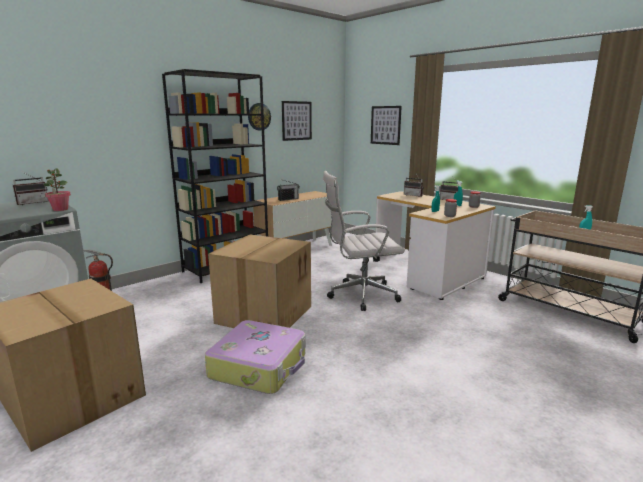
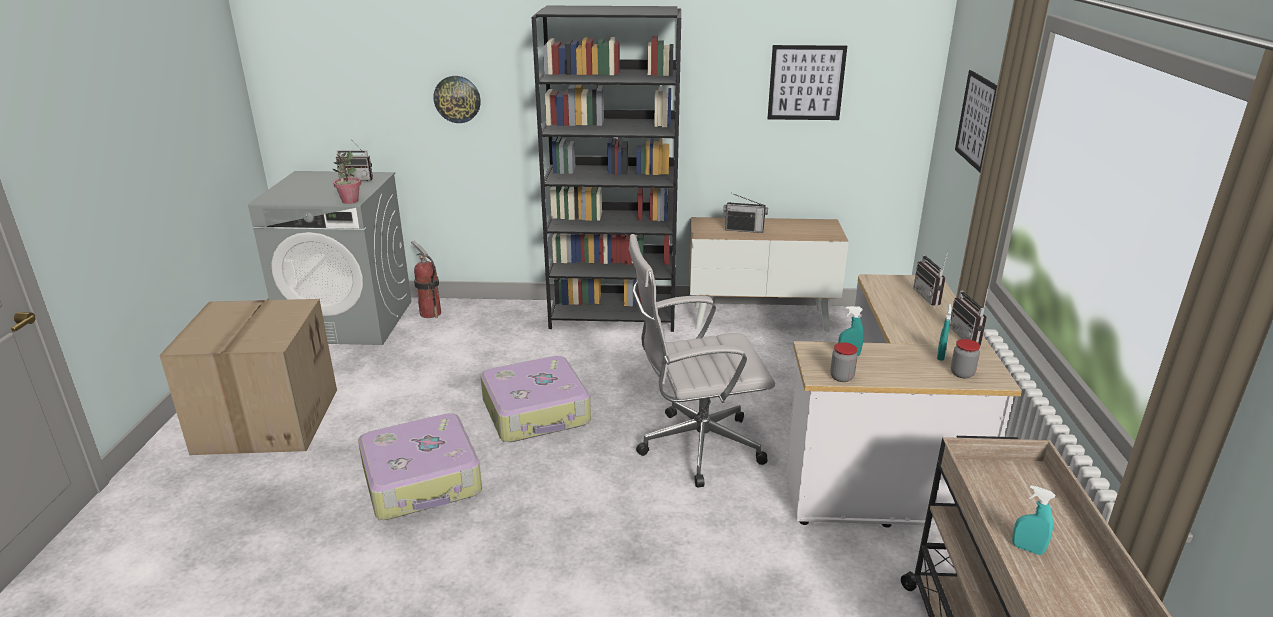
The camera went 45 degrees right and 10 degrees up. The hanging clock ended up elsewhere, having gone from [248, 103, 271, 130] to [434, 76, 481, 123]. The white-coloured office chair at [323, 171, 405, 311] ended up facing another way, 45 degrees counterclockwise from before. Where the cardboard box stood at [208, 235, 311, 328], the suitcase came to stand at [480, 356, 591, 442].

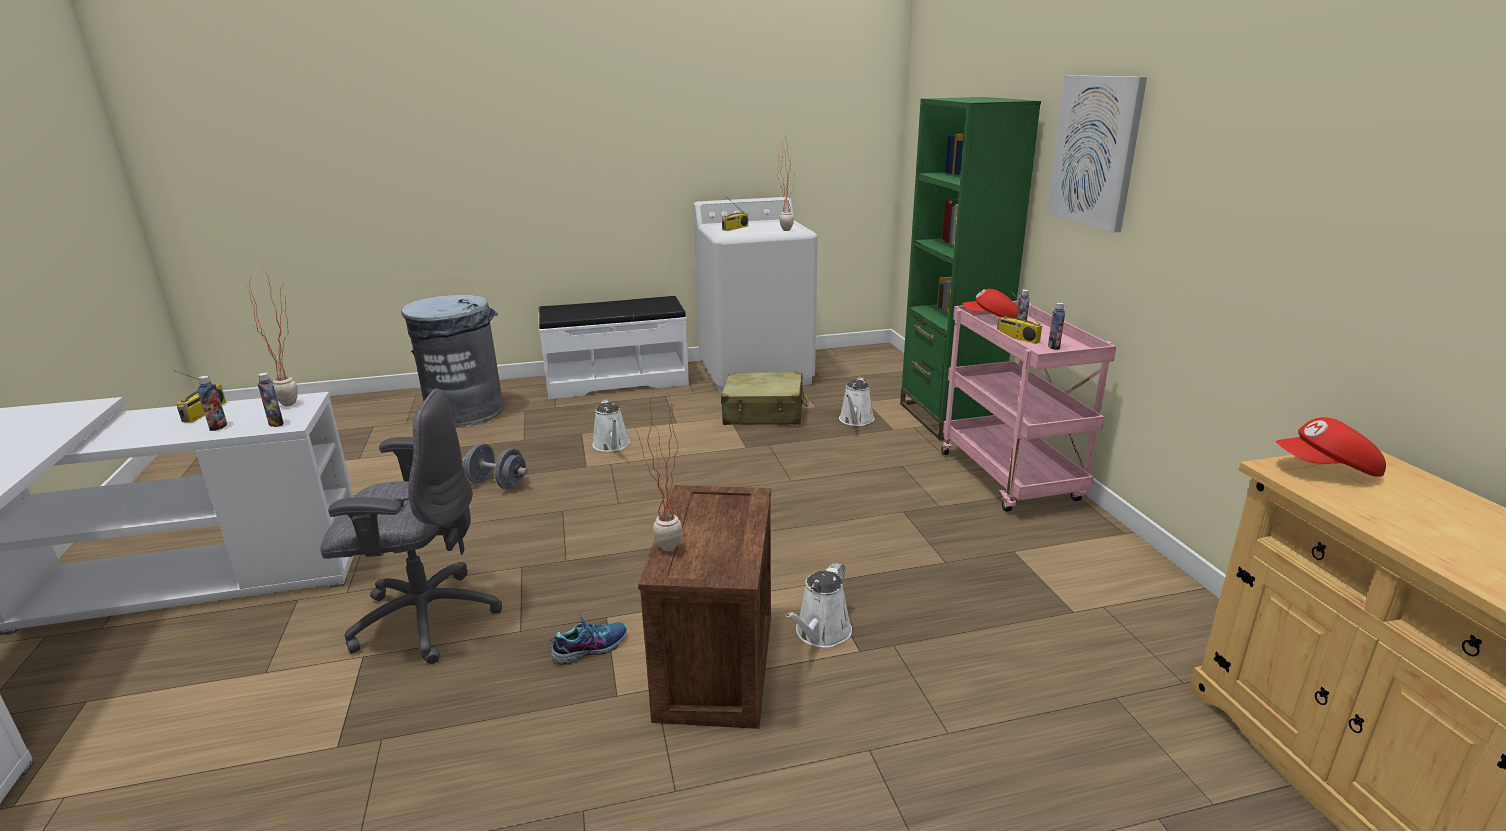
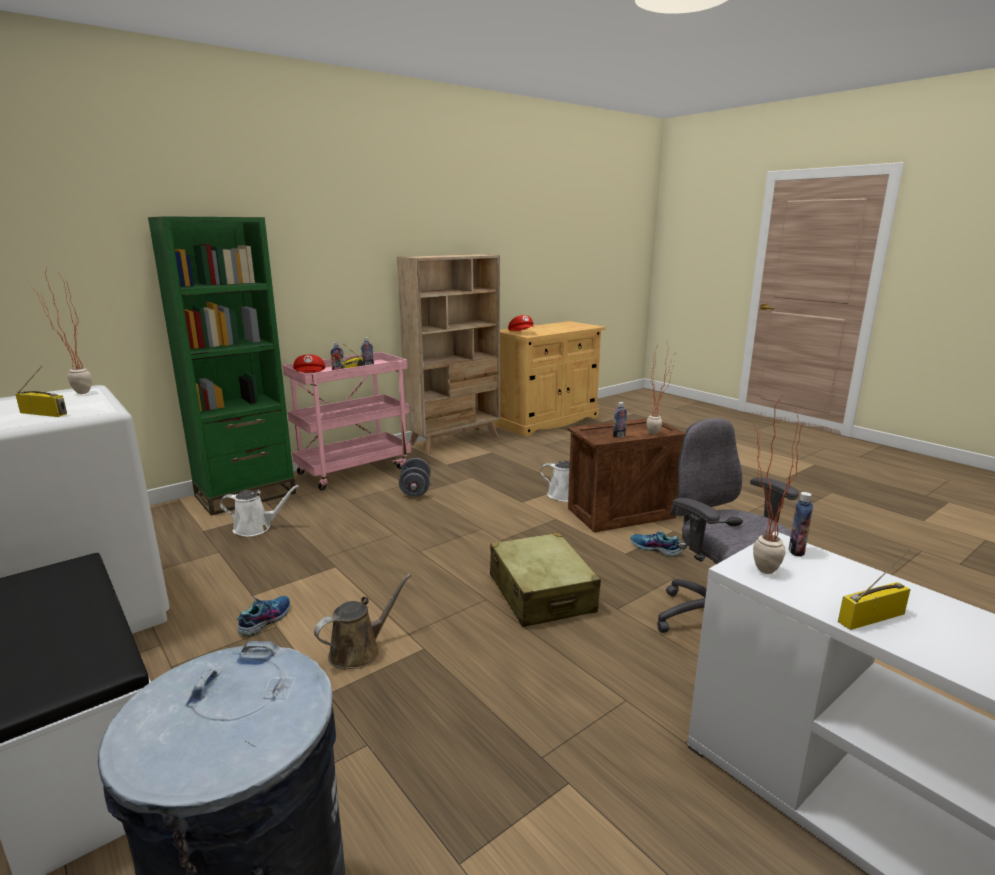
The camera went 115 degrees left and 5 degrees down. The second view lost the wall art at [1046, 75, 1147, 232]. The sand-coloured suitcase ended up elsewhere, having gone from [721, 372, 808, 425] to [490, 532, 601, 627]. The beverage bottle ended up elsewhere, having gone from [198, 376, 227, 431] to [613, 402, 627, 438]. What was the white-coloured watering pot at [592, 399, 630, 452] turned into the brown watering pot at [314, 574, 411, 670]. The greyish free weight ended up elsewhere, having gone from [462, 443, 528, 489] to [399, 458, 431, 497]. The second view gained the sand-coloured bookshelf at [397, 254, 500, 455]. The second view gained the shoe at [237, 596, 290, 637].

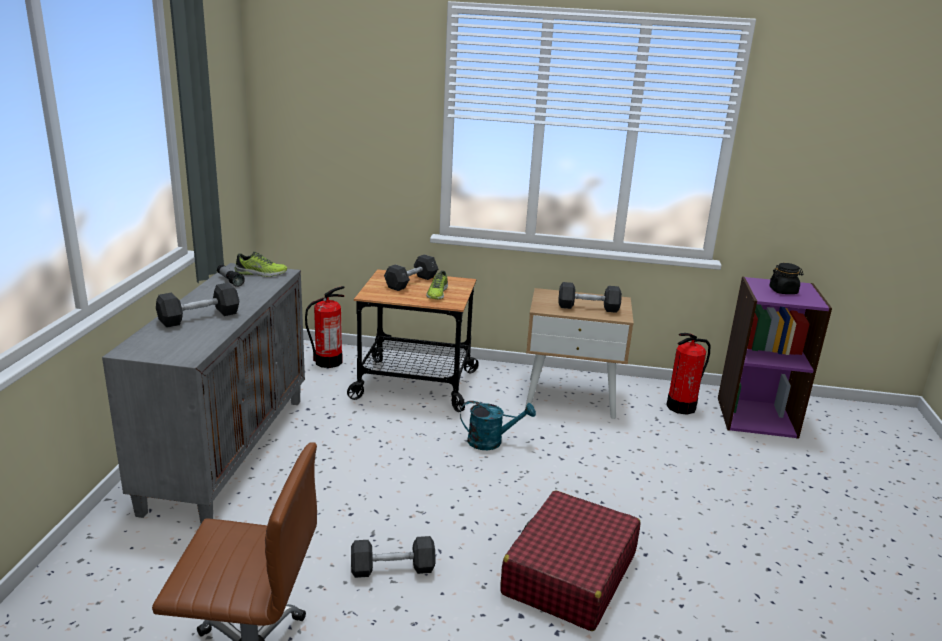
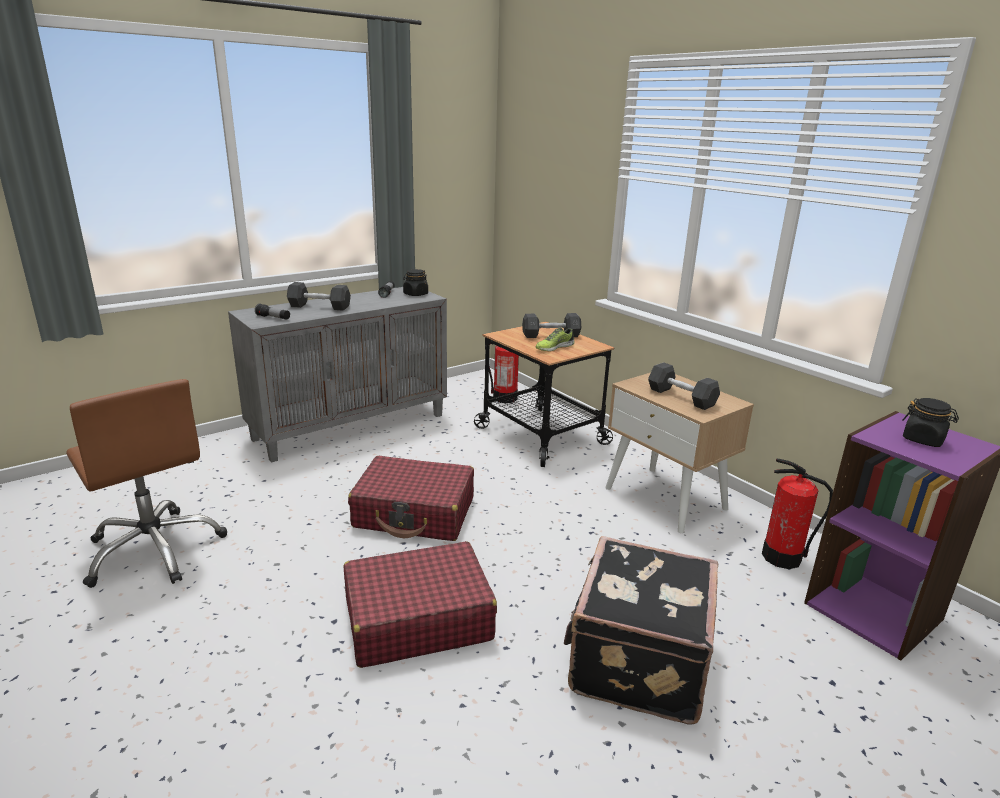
The camera went 45 degrees right and 0 degrees up. Where the shoe stood at [235, 251, 287, 277], the blackish storage jar came to stand at [403, 269, 428, 296]. The second view lost the turquoise-coloured watering pot at [460, 401, 536, 450]. The second view lost the greyish free weight at [351, 536, 436, 578]. The second view gained the hand torch at [255, 304, 290, 320]. The second view gained the reddish suitcase at [348, 456, 474, 541]. The second view gained the blackish suitcase at [564, 536, 718, 725].

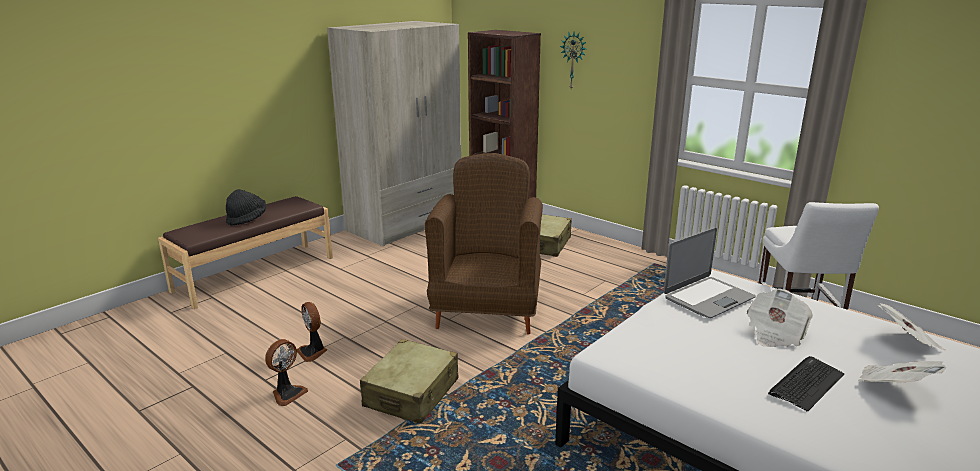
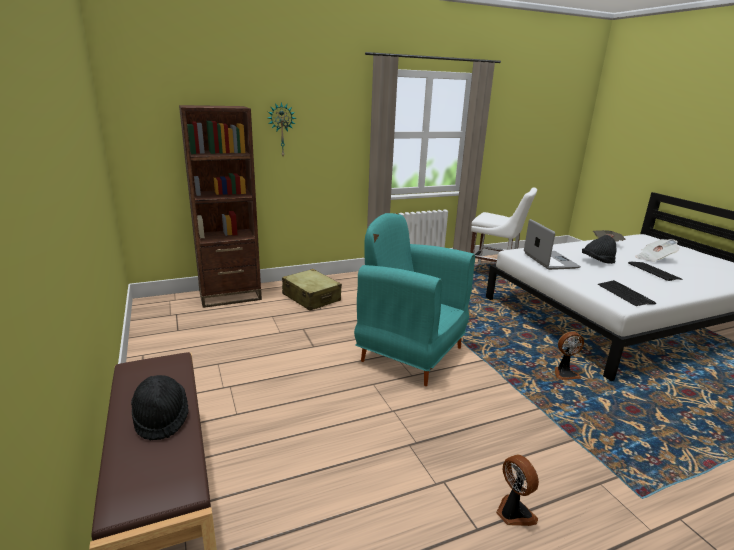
The camera went 65 degrees left and 0 degrees up. The second view lost the sand-coloured clothes cupboard at [327, 21, 461, 246]. What was the brown easy chair at [425, 153, 543, 335] turned into the turquoise-coloured easy chair at [354, 213, 475, 386]. Where the newspaper stood at [747, 289, 813, 347], the blackish hat came to stand at [582, 235, 617, 264]. The electric fan ended up elsewhere, having gone from [297, 302, 327, 362] to [554, 331, 584, 380]. The second view lost the sand-coloured suitcase at [360, 339, 458, 423]. The second view gained the computer keyboard at [597, 280, 656, 306].

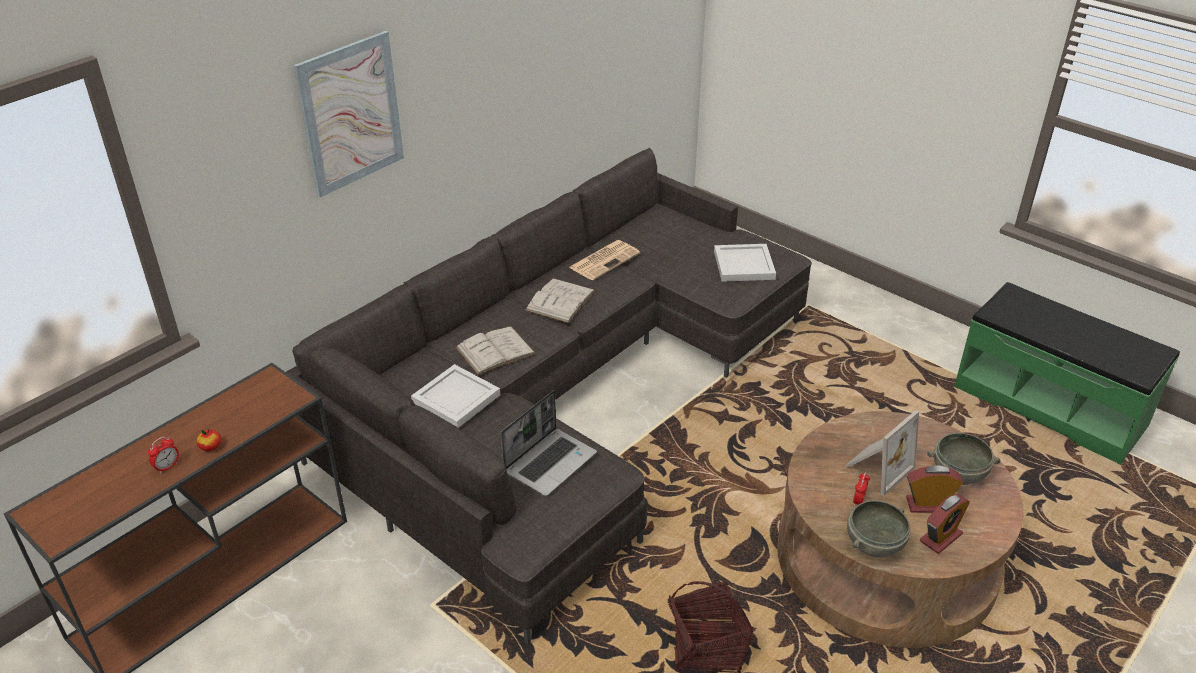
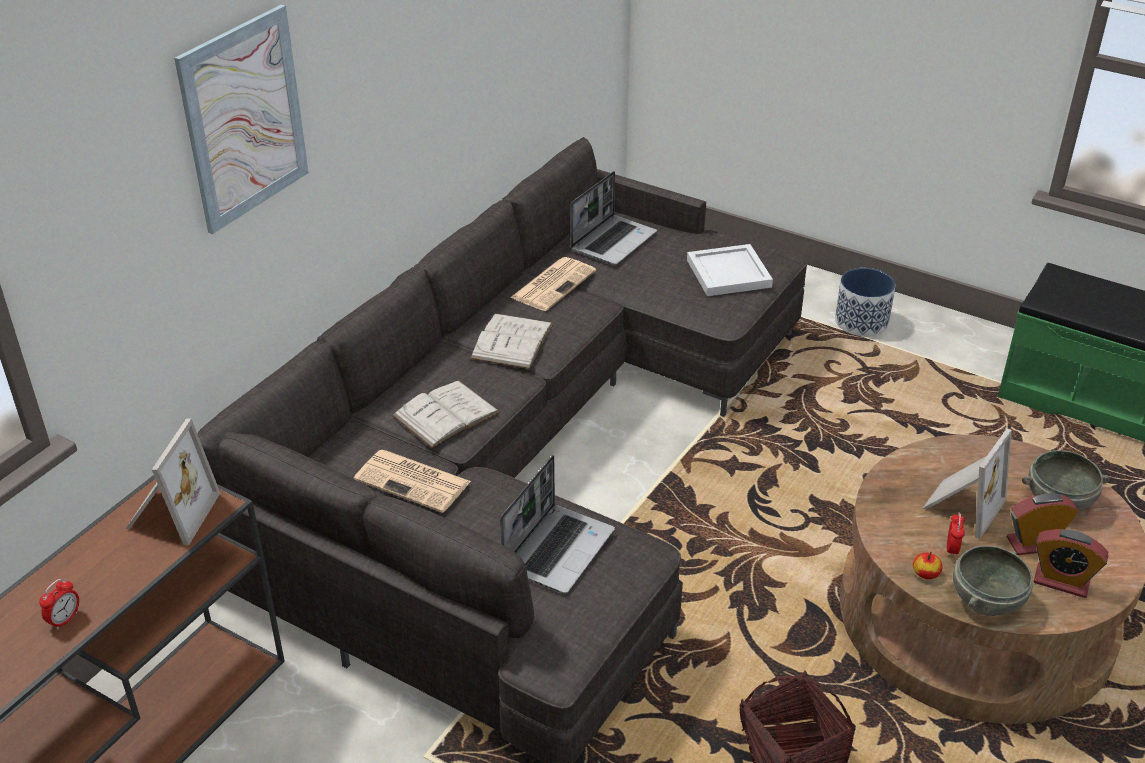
The camera went 10 degrees left and 0 degrees up. Where the white-coloured tray stood at [411, 364, 500, 428], the newspaper came to stand at [354, 450, 471, 513]. The apple fruit ended up elsewhere, having gone from [196, 429, 221, 451] to [913, 552, 942, 579]. The table clock at [920, 494, 970, 554] ended up facing another way, 75 degrees clockwise from before. The second view gained the laptop at [570, 171, 657, 265]. The second view gained the plant pot at [835, 268, 895, 336]. The second view gained the photo frame at [126, 418, 220, 546].

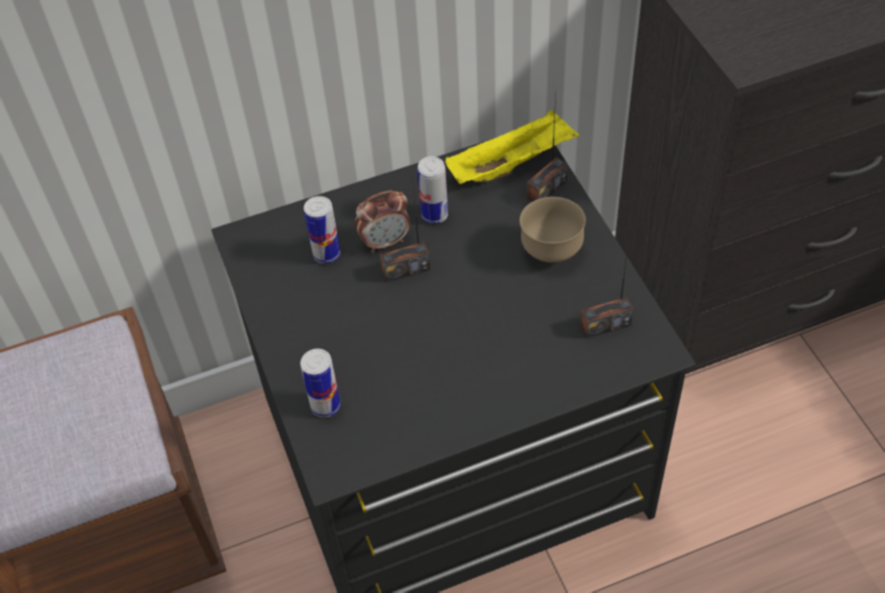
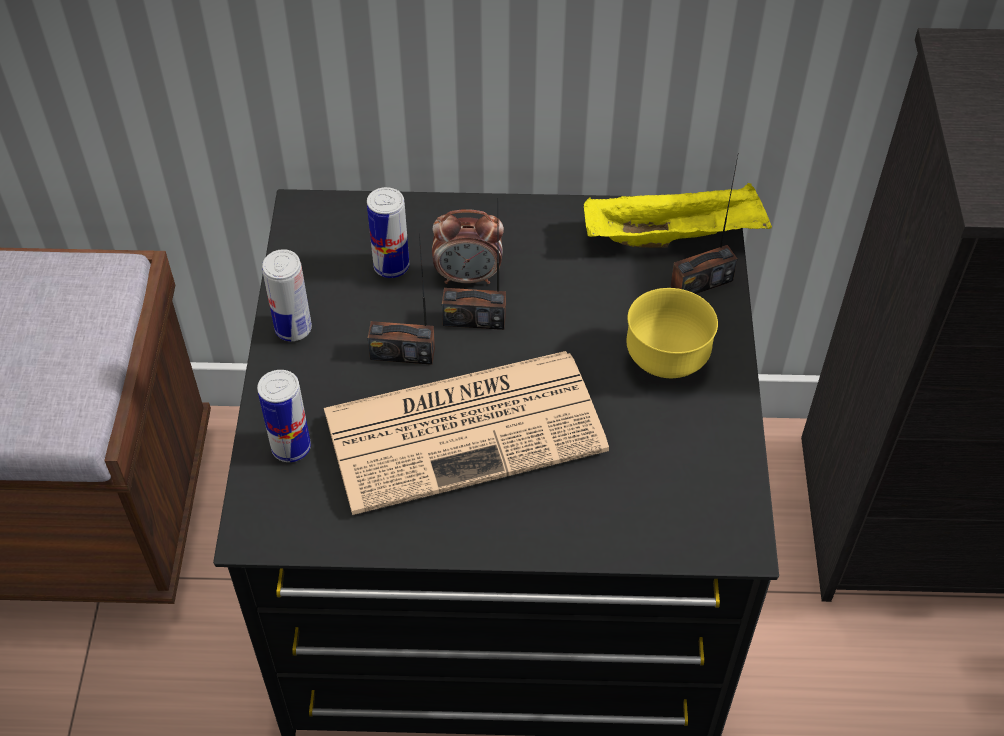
The camera went 20 degrees right and 0 degrees up. The sealed can ended up elsewhere, having gone from [417, 156, 448, 224] to [262, 249, 312, 341]. What was the brown serving bowl at [520, 197, 586, 263] turned into the yellow serving bowl at [626, 288, 718, 378]. The radio ended up elsewhere, having gone from [580, 231, 634, 339] to [368, 233, 435, 365]. The second view gained the newspaper at [324, 351, 609, 515].

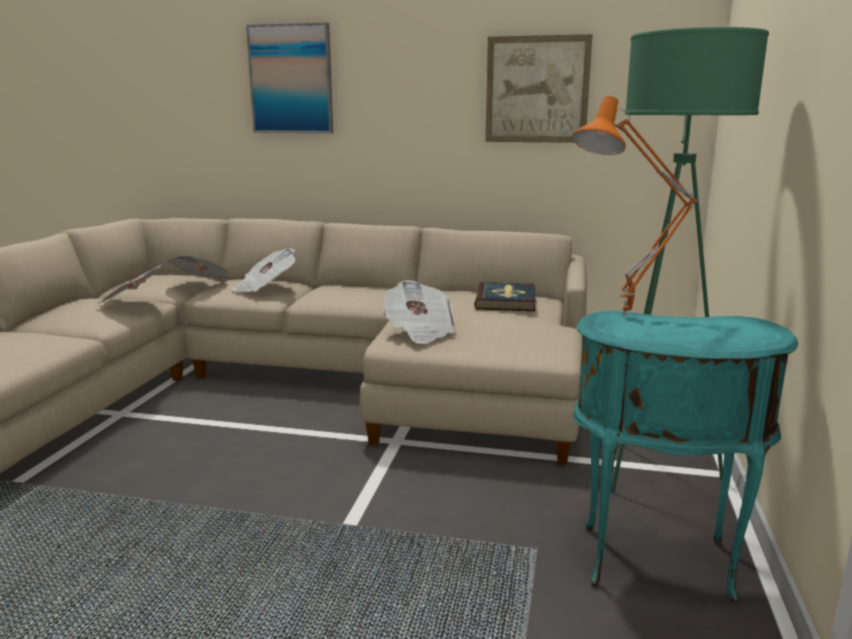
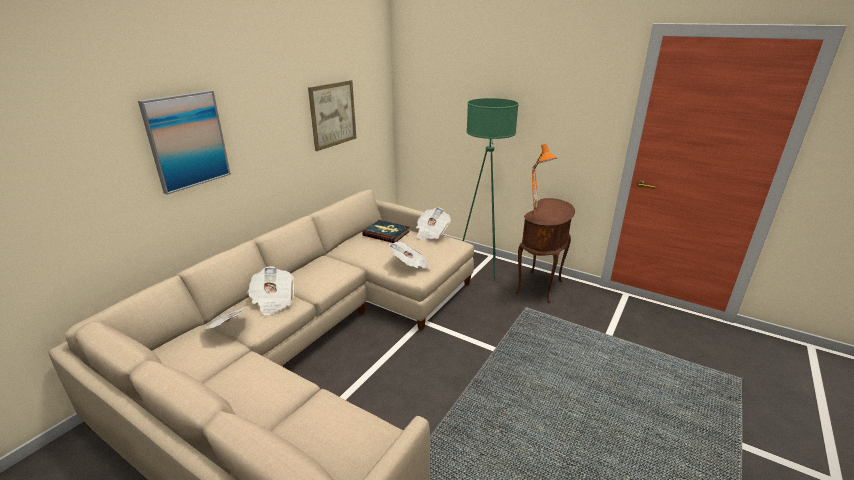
The camera went 70 degrees left and 10 degrees up. The newspaper ended up elsewhere, having gone from [99, 264, 164, 303] to [416, 208, 451, 239]. What was the turquoise-coloured accent table at [573, 311, 798, 602] turned into the brown accent table at [515, 198, 575, 303].

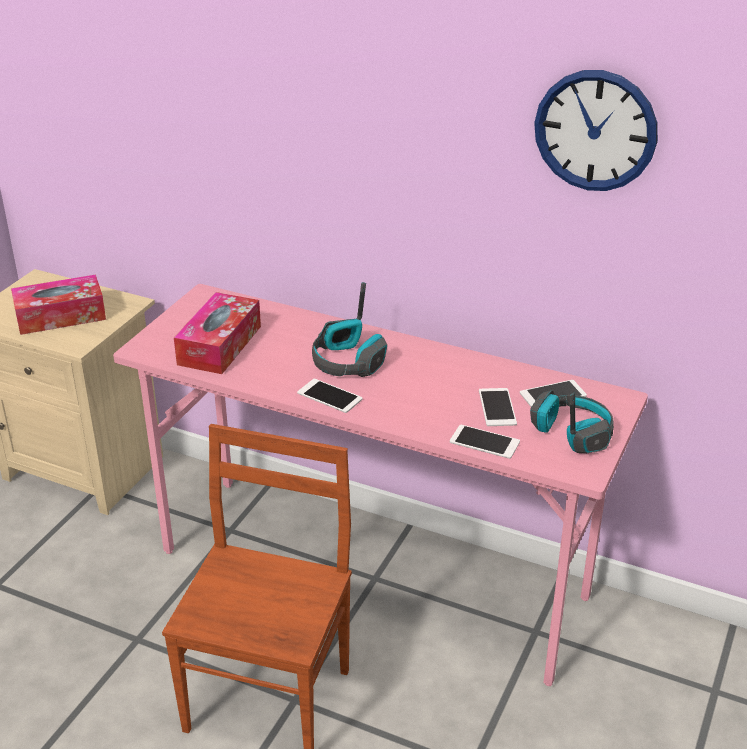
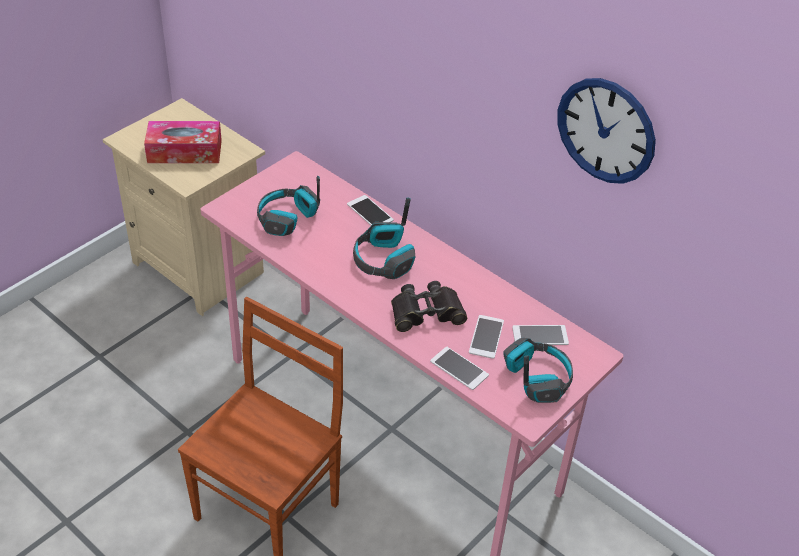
The camera went 15 degrees right and 10 degrees up. Where the tissue box stood at [174, 292, 261, 374], the pair of headphones came to stand at [257, 176, 320, 236]. The phone ended up elsewhere, having gone from [297, 379, 363, 413] to [347, 195, 394, 225]. The second view gained the blackish binoculars at [391, 281, 467, 332].

